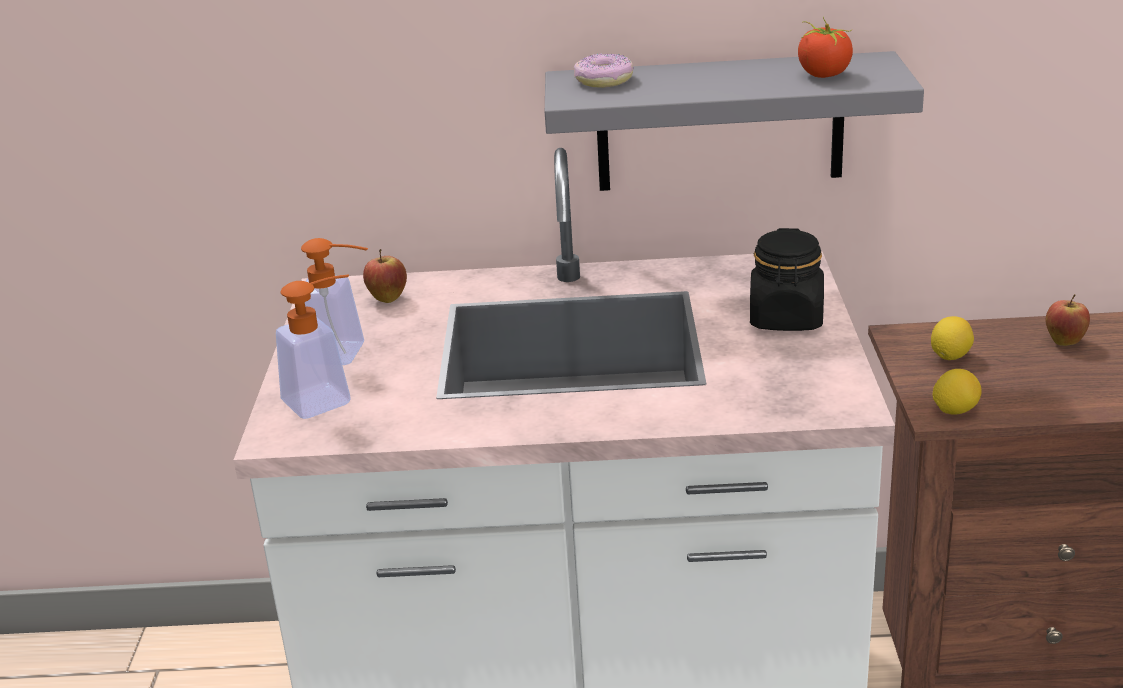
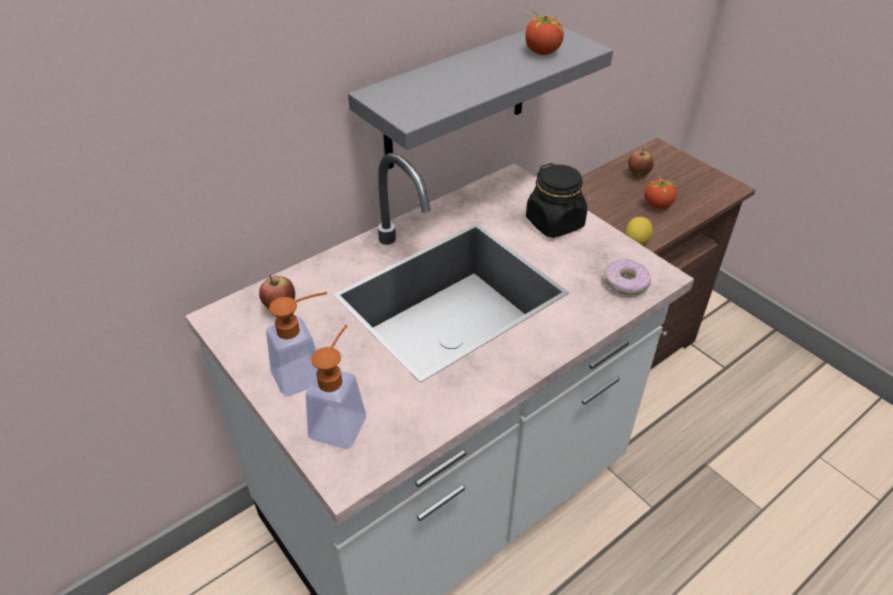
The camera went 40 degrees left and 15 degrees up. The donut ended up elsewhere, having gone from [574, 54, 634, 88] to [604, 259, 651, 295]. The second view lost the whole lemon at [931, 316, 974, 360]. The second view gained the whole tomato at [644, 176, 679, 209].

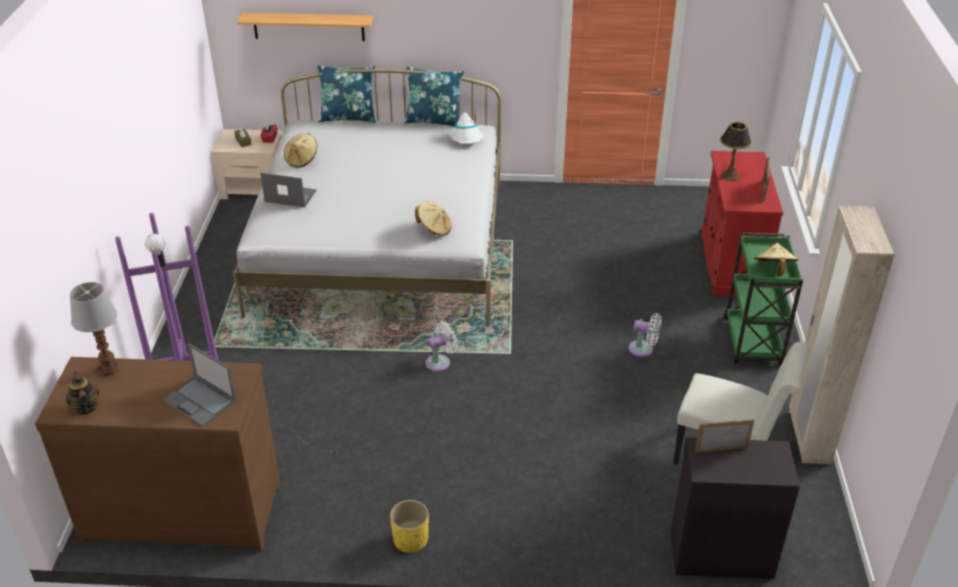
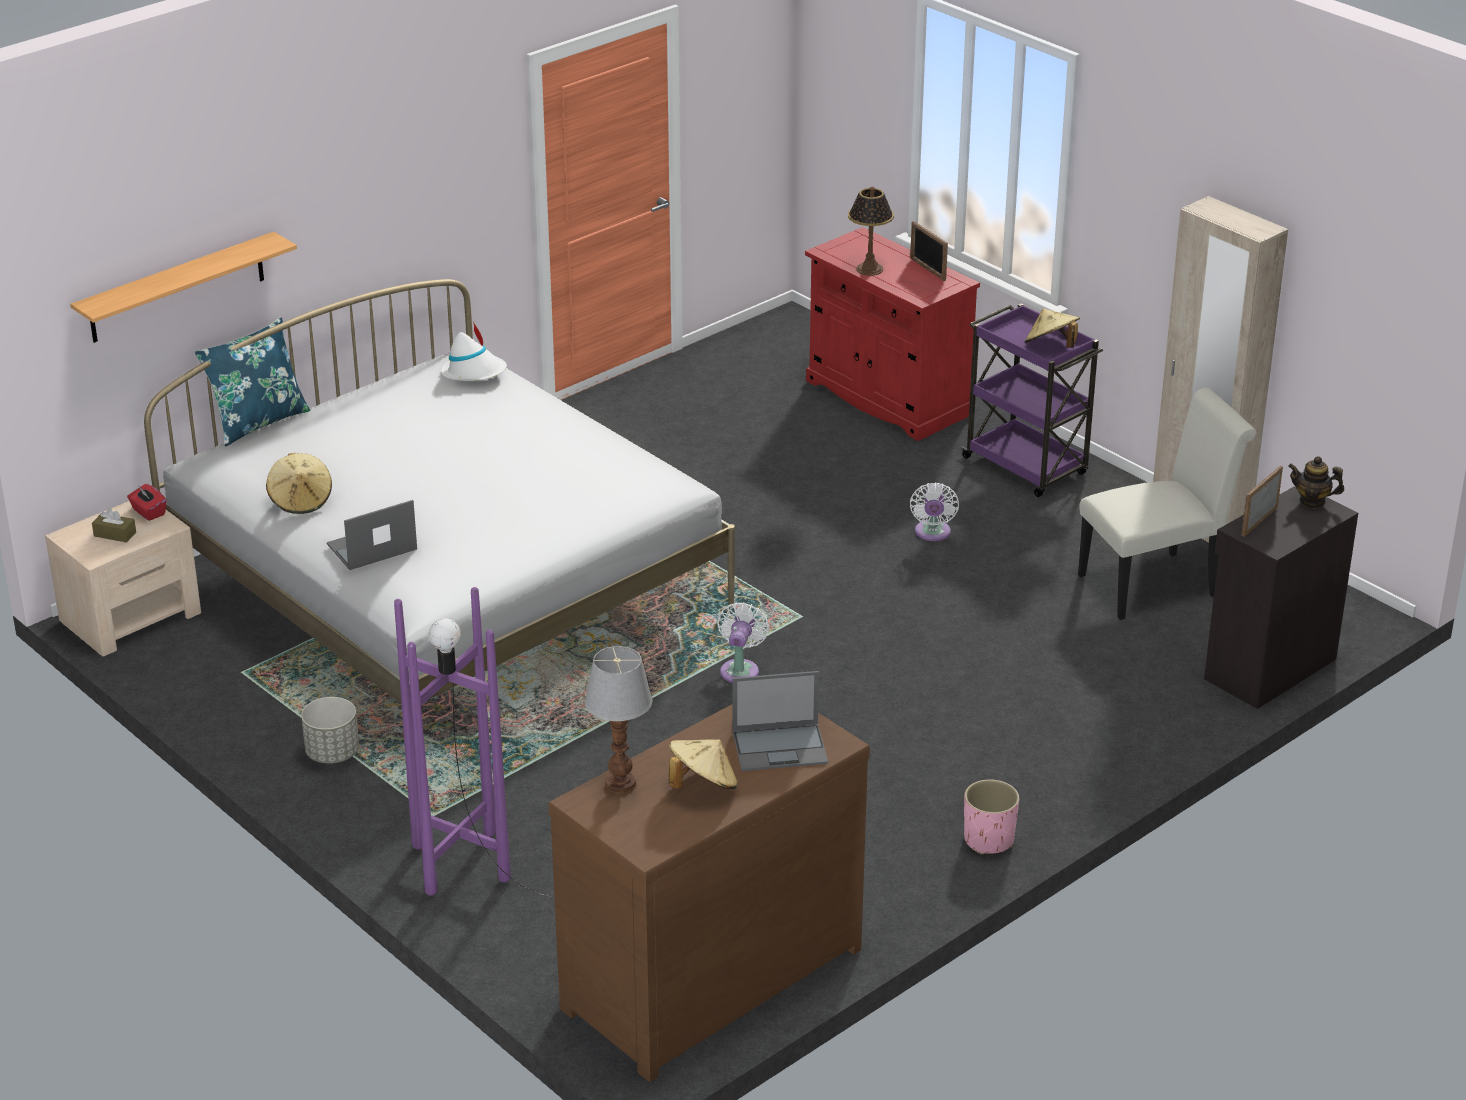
The camera went 45 degrees left and 5 degrees down. The second view lost the blue-coloured pillow at [404, 66, 464, 127]. The sand-coloured hat ended up elsewhere, having gone from [415, 202, 452, 236] to [669, 739, 738, 789]. What was the green wheeled cart at [724, 233, 803, 365] turned into the purple-coloured wheeled cart at [960, 304, 1103, 497]. The white-coloured electric fan at [629, 313, 662, 357] ended up facing another way, 120 degrees clockwise from before. The teapot ended up elsewhere, having gone from [66, 371, 99, 415] to [1288, 456, 1344, 508]. What was the yellow plant pot at [390, 500, 429, 553] turned into the pink plant pot at [964, 779, 1019, 854]. The second view gained the greyish plant pot at [301, 697, 359, 763].

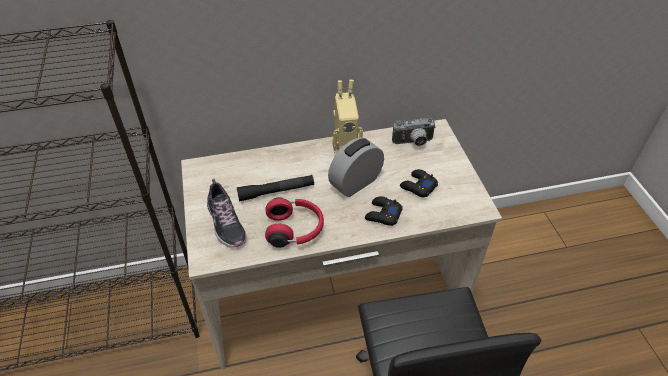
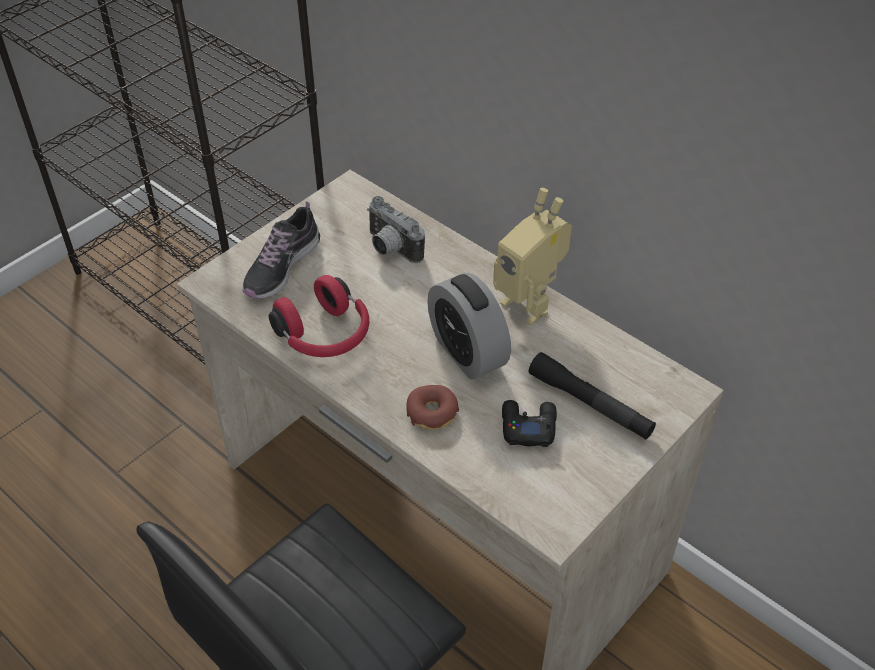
The camera went 55 degrees right and 0 degrees up. The photo camera ended up elsewhere, having gone from [392, 118, 436, 146] to [367, 196, 425, 263]. The table clock at [328, 137, 384, 197] ended up facing another way, 135 degrees counterclockwise from before. The blackish hand torch ended up elsewhere, having gone from [237, 175, 314, 202] to [529, 352, 656, 440]. Where the blackish joypad stood at [365, 196, 403, 226], the donut came to stand at [406, 385, 459, 429].

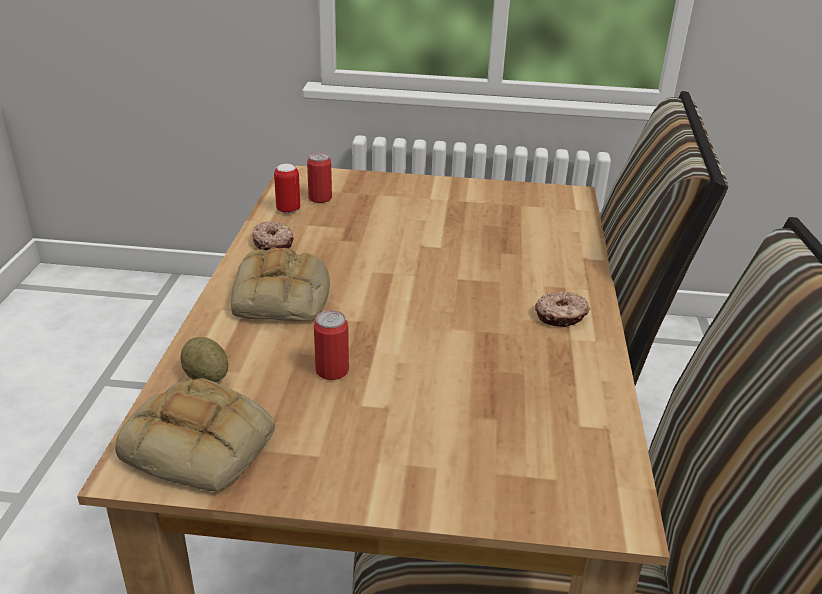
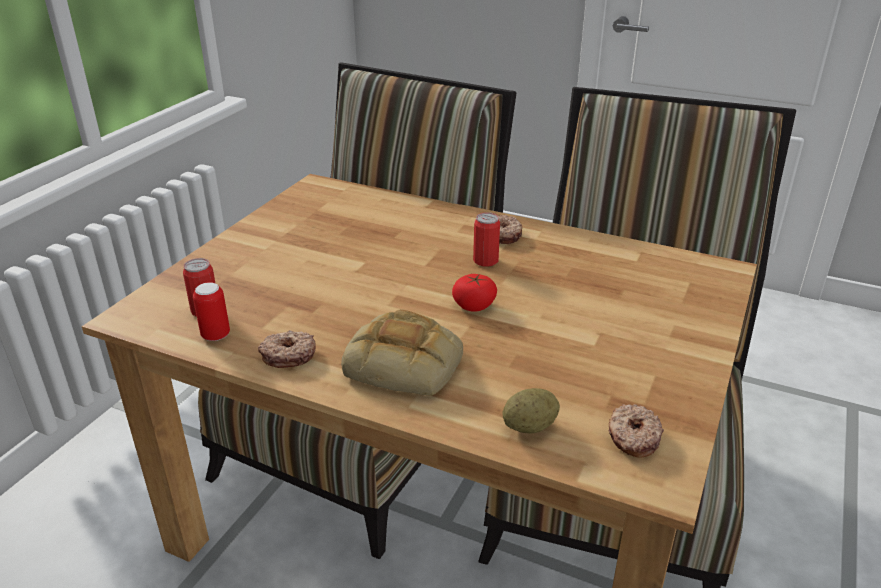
The camera went 70 degrees left and 0 degrees up. The sealed can ended up elsewhere, having gone from [314, 310, 349, 380] to [473, 212, 500, 267]. Where the baked bread stood at [115, 378, 275, 493], the donut came to stand at [609, 404, 664, 458]. The second view gained the whole tomato at [452, 274, 497, 312].

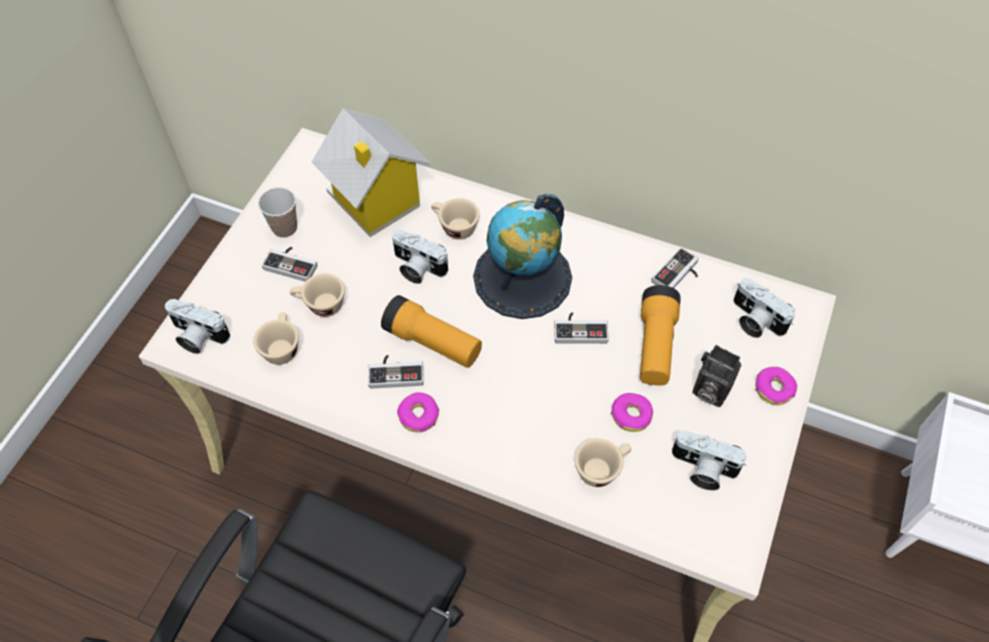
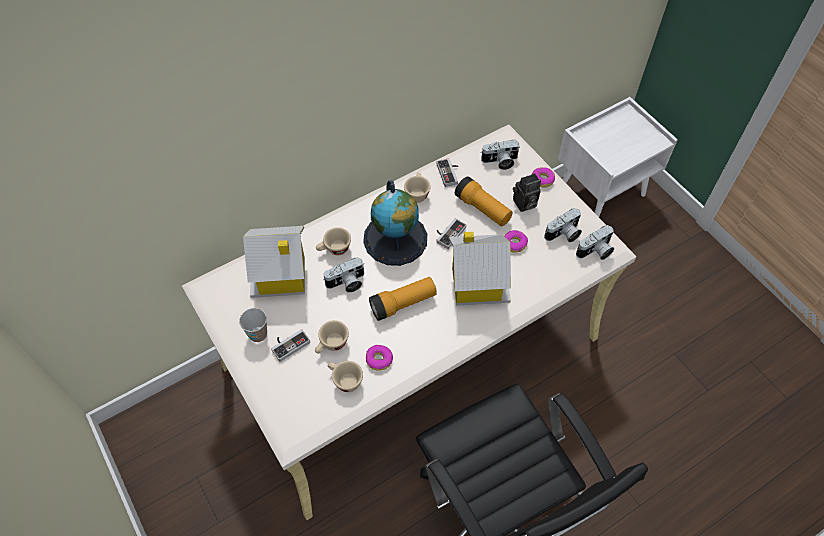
The camera went 55 degrees left and 0 degrees up. The photo camera ended up elsewhere, having gone from [165, 299, 230, 354] to [576, 225, 614, 260]. The second view lost the joypad at [368, 355, 424, 389]. The donut ended up elsewhere, having gone from [397, 392, 439, 432] to [366, 345, 393, 371]. The sand-coloured cup ended up elsewhere, having gone from [575, 438, 631, 487] to [404, 173, 431, 203]. The second view gained the toy house at [449, 232, 511, 306].

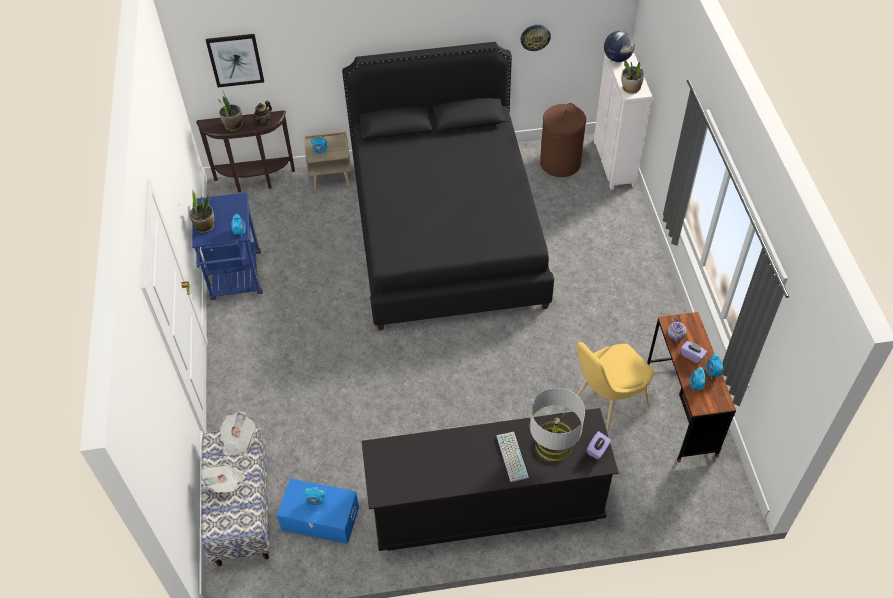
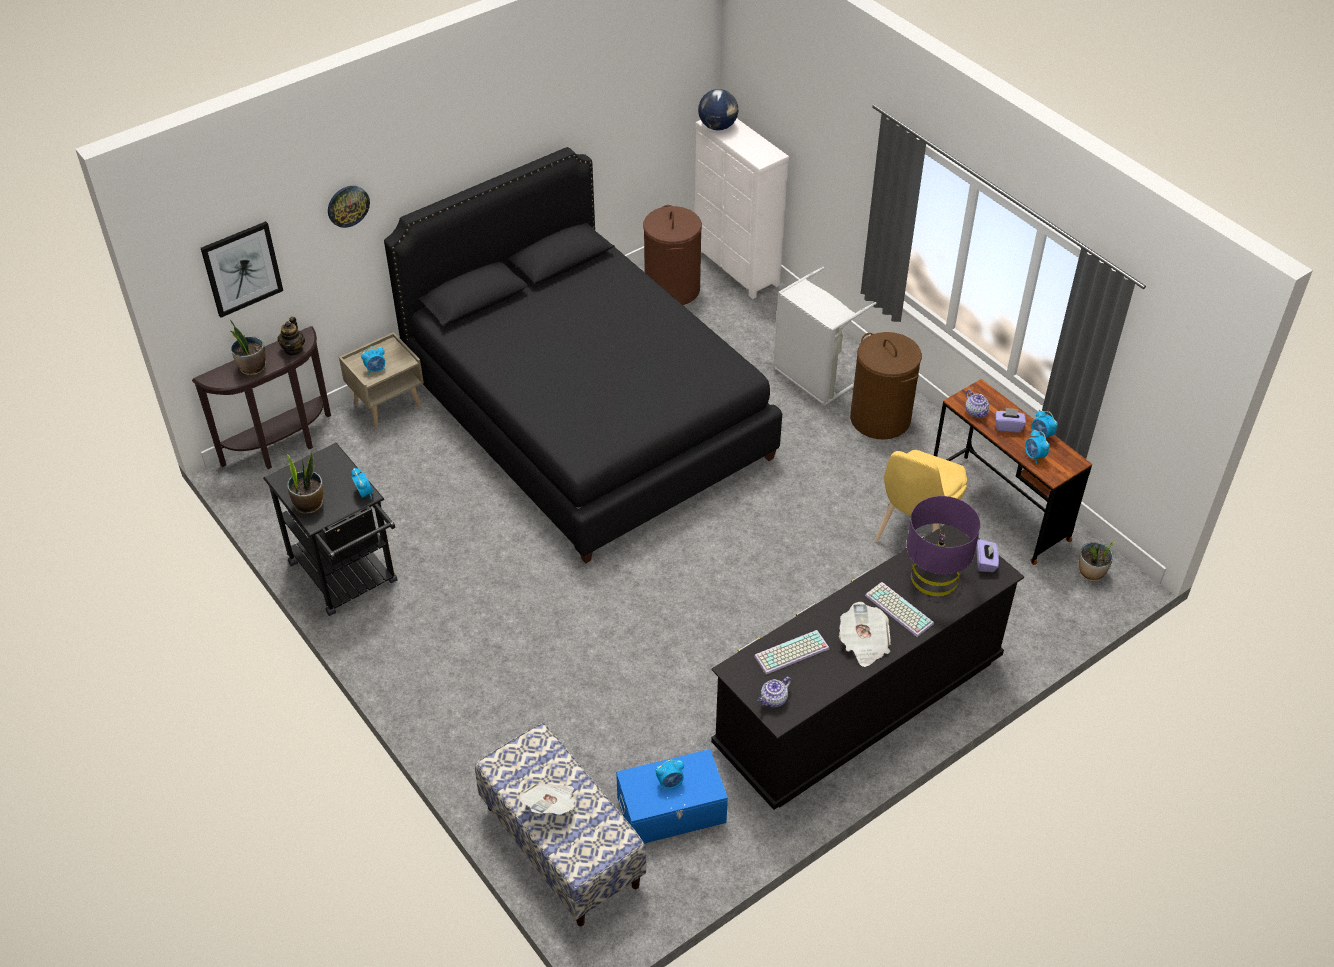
The camera went 30 degrees left and 5 degrees down. The hanging clock ended up elsewhere, having gone from [521, 25, 551, 51] to [328, 186, 370, 228]. The houseplant ended up elsewhere, having gone from [621, 60, 644, 94] to [1079, 541, 1116, 581]. What was the blue-coloured wheeled cart at [192, 192, 263, 300] turned into the blackish wheeled cart at [263, 443, 398, 616]. What was the greyish tabletop lamp at [530, 388, 585, 461] turned into the purple-coloured tabletop lamp at [906, 496, 981, 596]. The newspaper ended up elsewhere, having gone from [220, 412, 256, 455] to [839, 602, 891, 667]. The second view gained the greyish hamper at [773, 267, 877, 406]. The second view gained the brown hamper at [850, 332, 922, 440]. The second view gained the computer keyboard at [754, 630, 829, 675]. The second view gained the teapot at [758, 677, 791, 708].

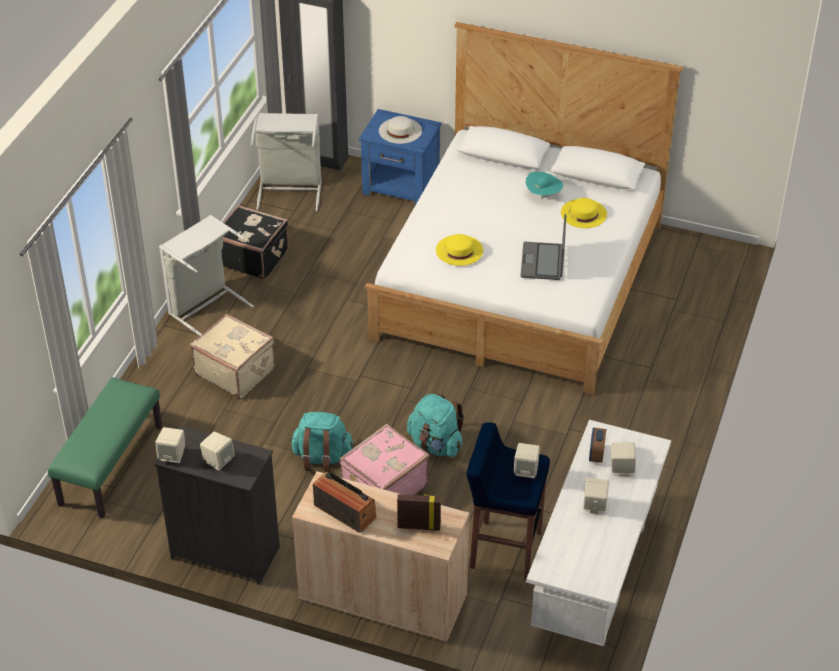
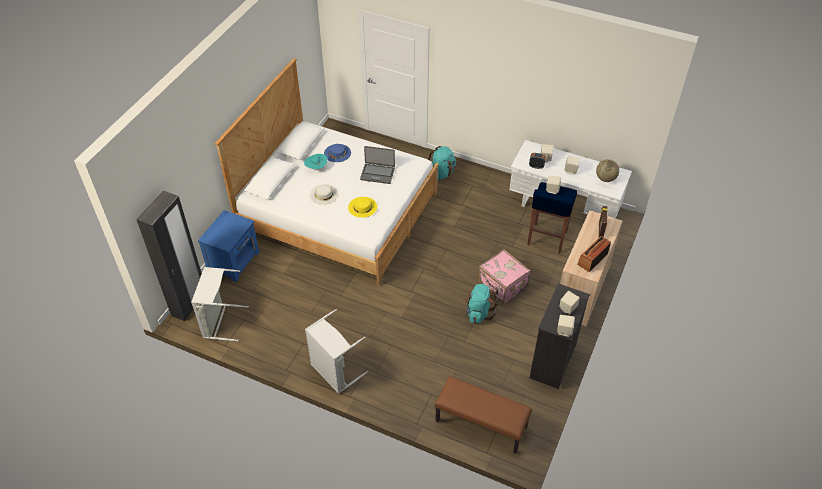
The camera went 85 degrees left and 5 degrees up. The white-coloured hat ended up elsewhere, having gone from [379, 116, 422, 144] to [310, 184, 338, 205]. What was the yellow hat at [561, 198, 607, 228] turned into the blue-coloured hat at [324, 144, 351, 162]. The second view lost the blackish suitcase at [221, 205, 289, 279]. The second view lost the sand-coloured suitcase at [190, 314, 275, 399]. What was the green long seat at [48, 377, 162, 518] turned into the brown long seat at [435, 376, 532, 454]. The turquoise-coloured backpack ended up elsewhere, having gone from [407, 394, 464, 457] to [428, 146, 456, 179]. The second view gained the world globe at [596, 159, 619, 182].

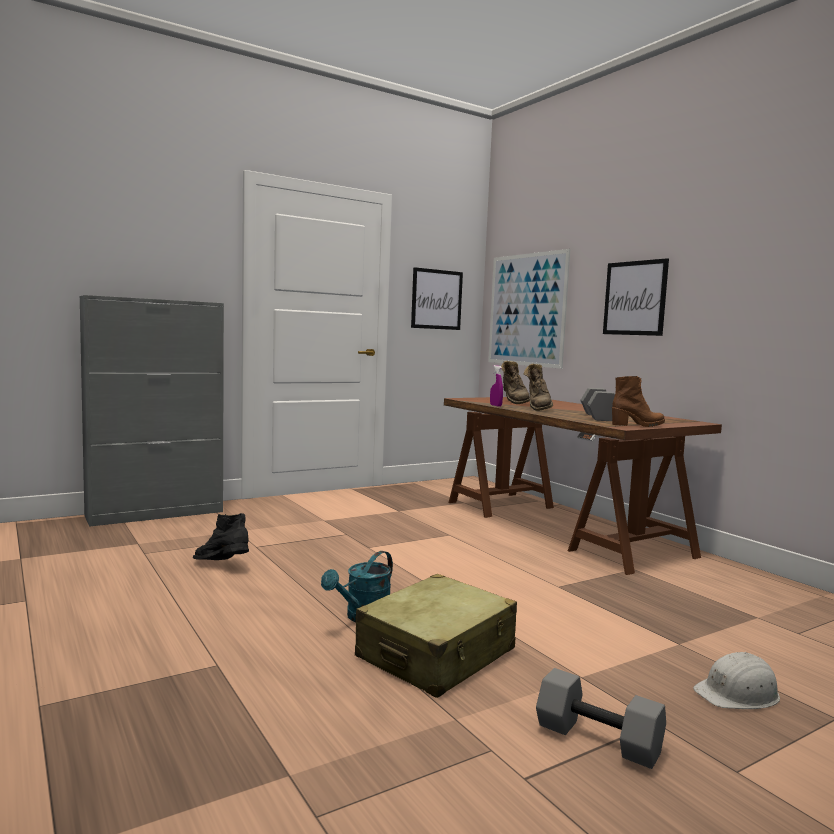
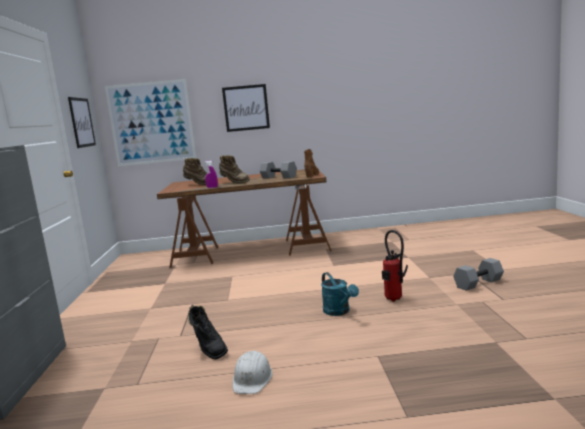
The camera went 60 degrees left and 5 degrees up. The blackish tall boot at [193, 513, 249, 560] ended up facing another way, 90 degrees counterclockwise from before. Where the sand-coloured suitcase stood at [355, 574, 517, 698], the extinguisher came to stand at [382, 230, 408, 302]. The white-coloured work helmet ended up elsewhere, having gone from [693, 652, 780, 709] to [233, 351, 273, 394].

